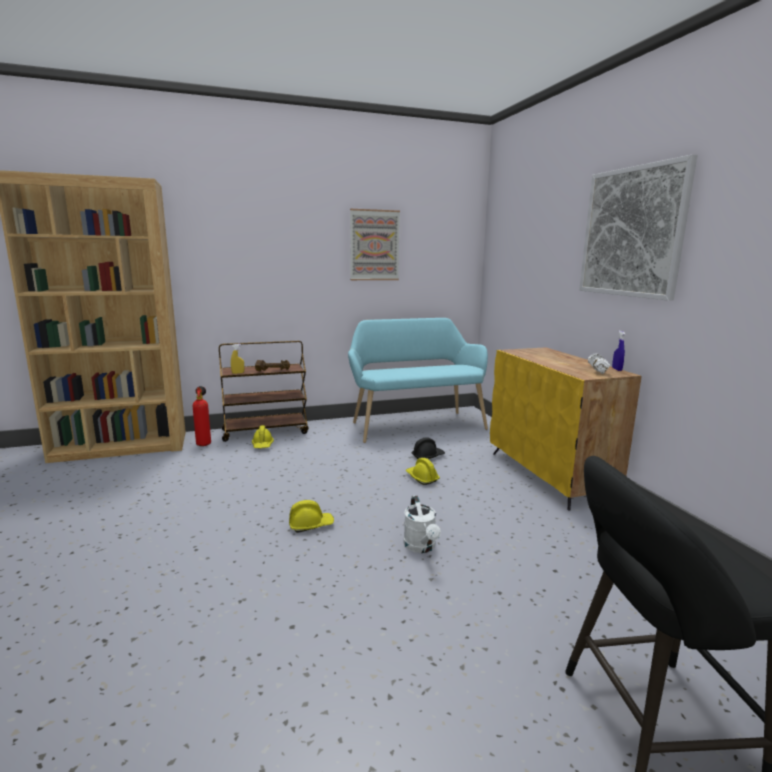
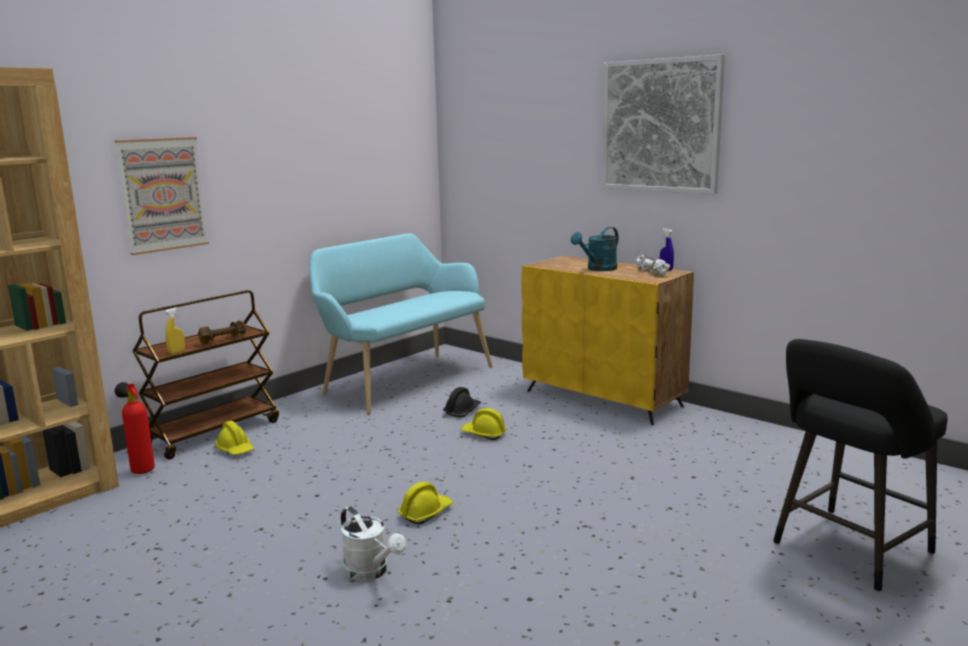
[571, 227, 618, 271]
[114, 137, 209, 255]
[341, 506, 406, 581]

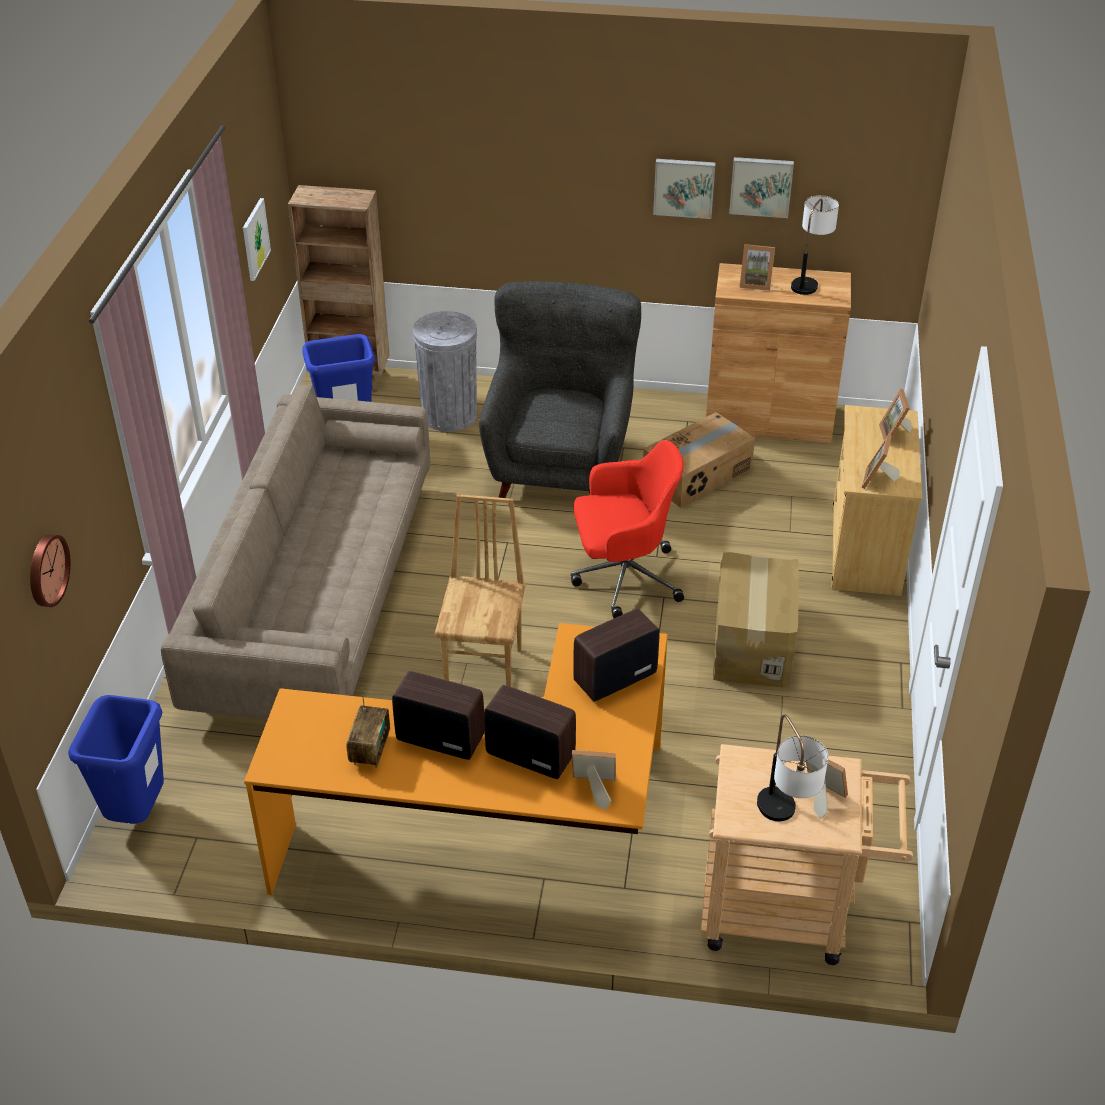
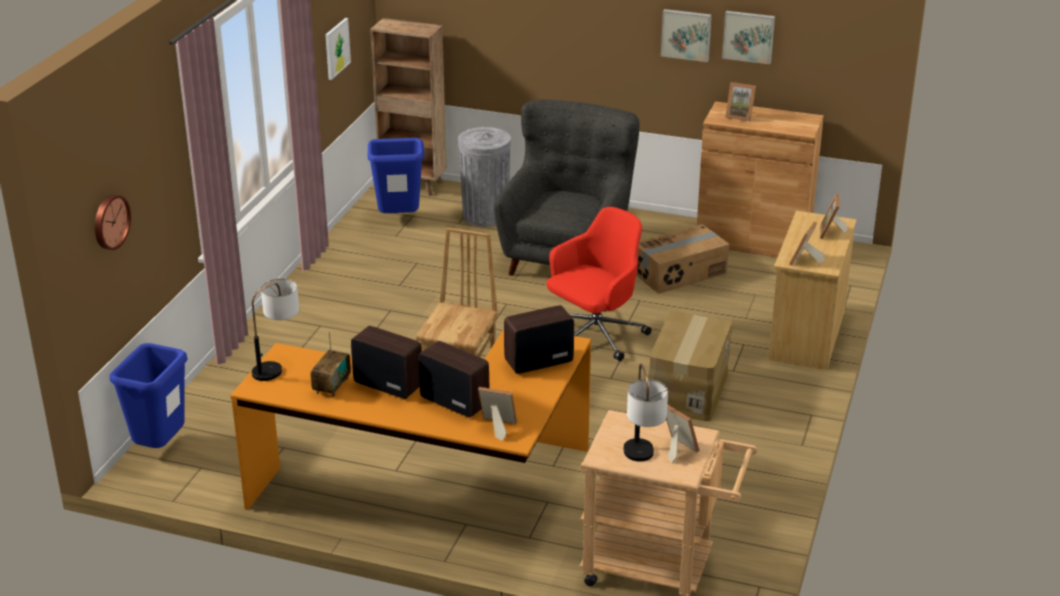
[161, 385, 430, 720] (first image)
[252, 278, 299, 381]
[547, 207, 652, 361]

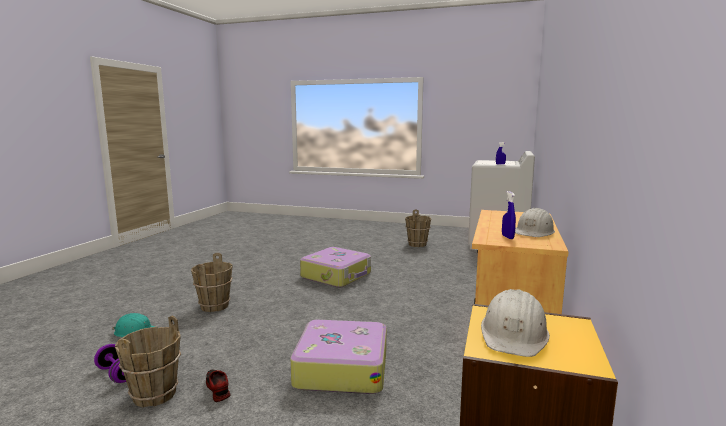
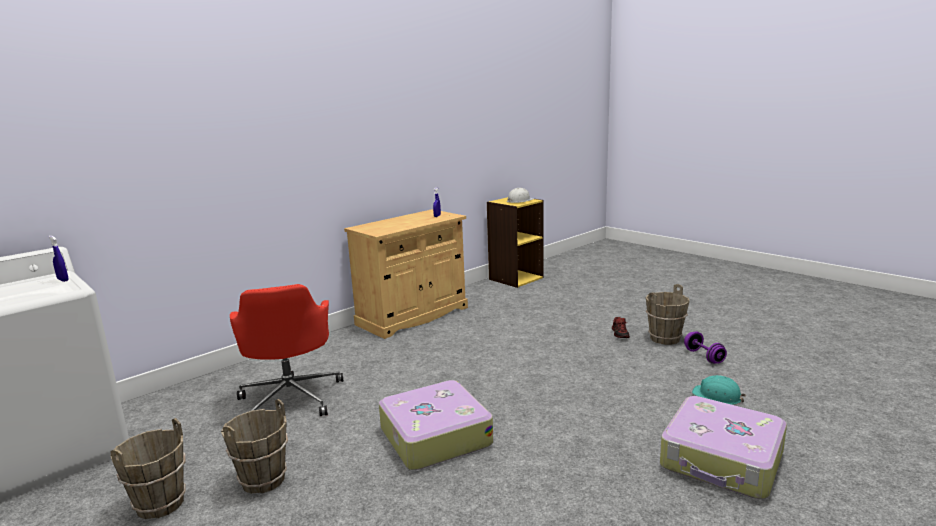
[515, 207, 555, 237] (first image)
[230, 284, 343, 416]
[221, 399, 288, 494]
[660, 396, 787, 499]

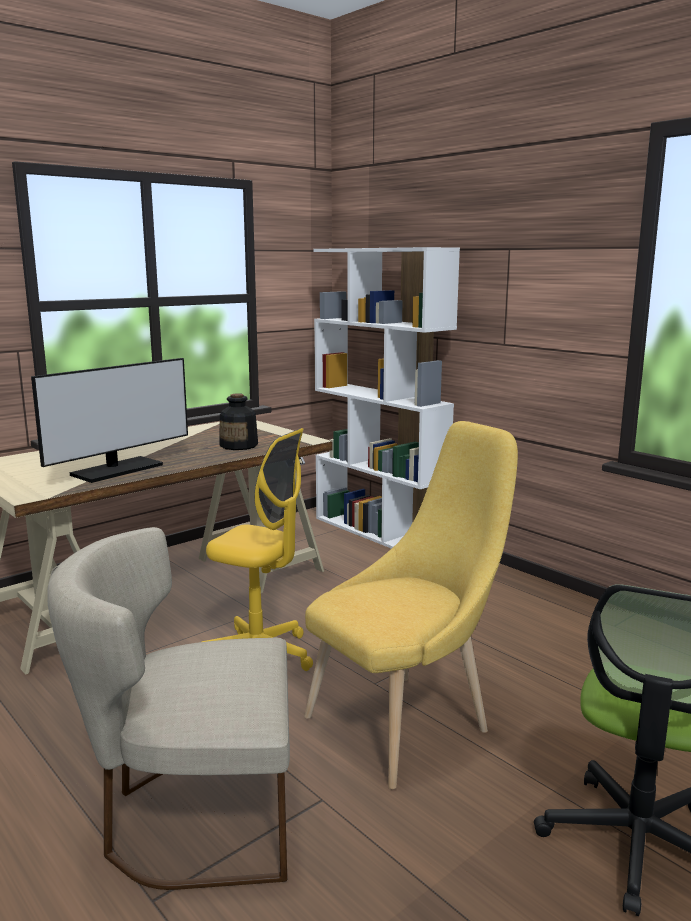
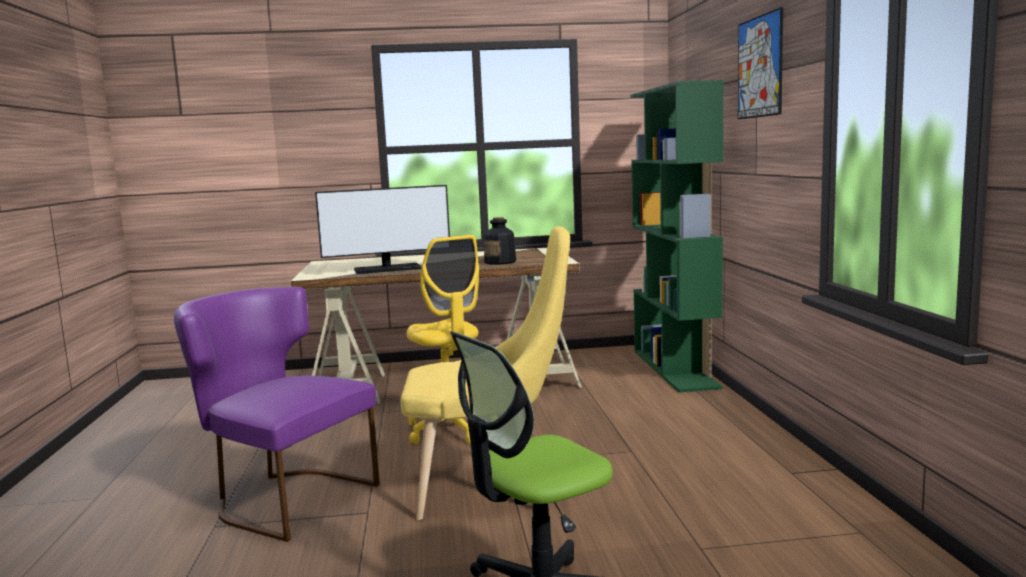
[738, 7, 783, 119]
[174, 287, 380, 542]
[630, 80, 724, 392]

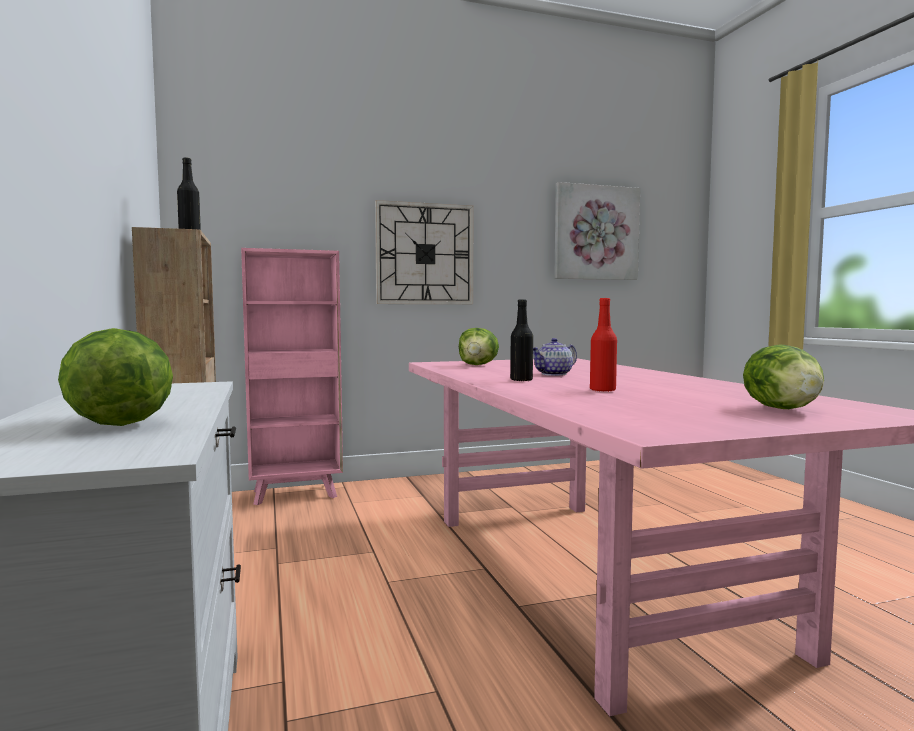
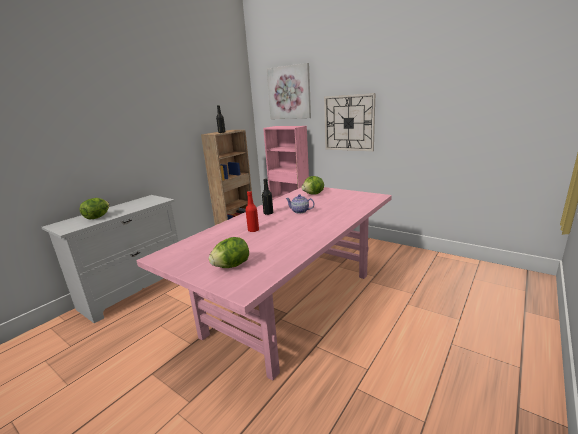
[267, 63, 311, 119]

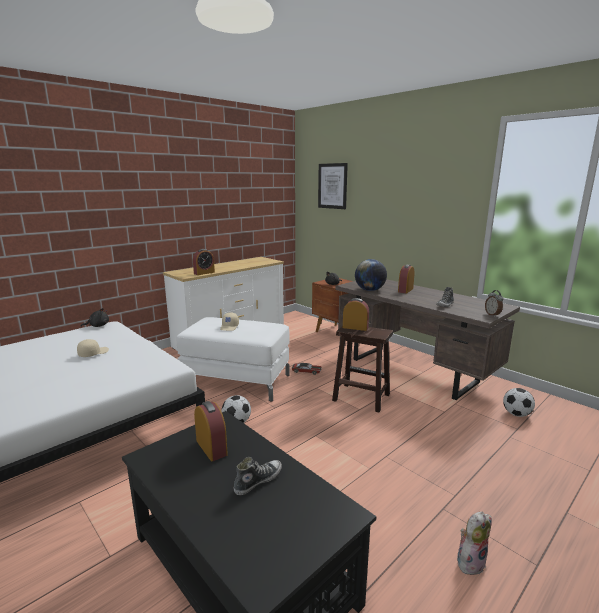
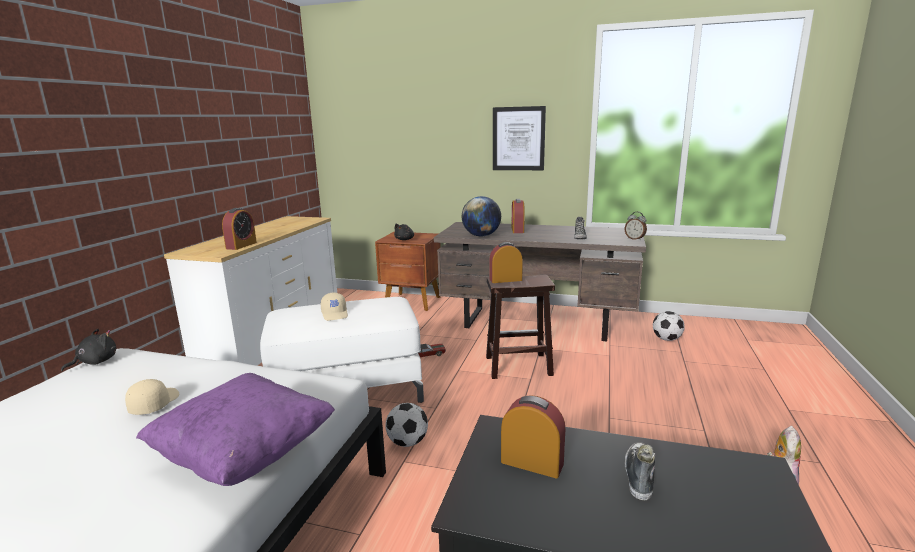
[136, 373, 335, 486]
[493, 106, 546, 170]

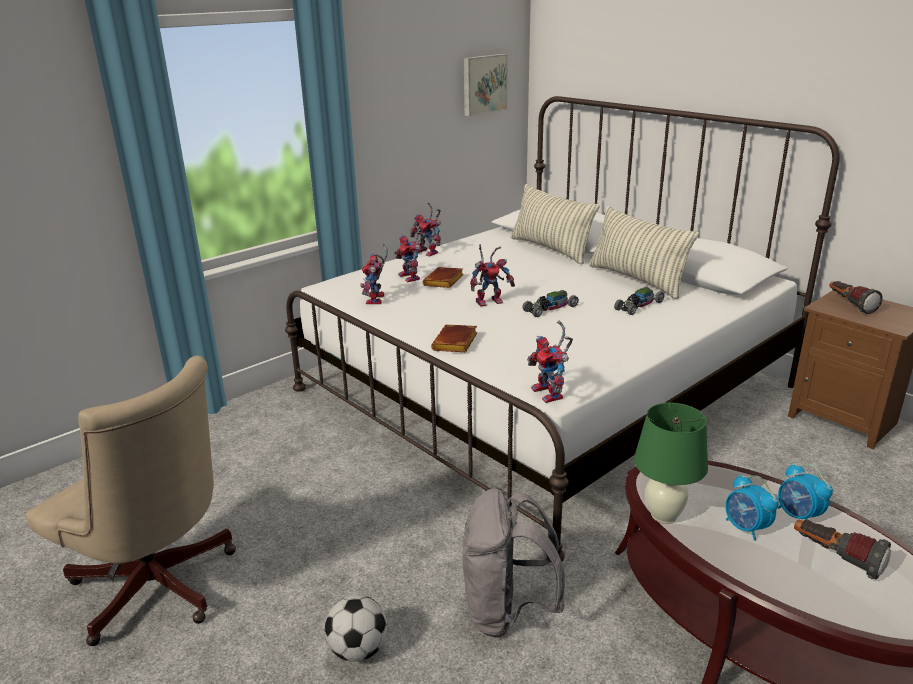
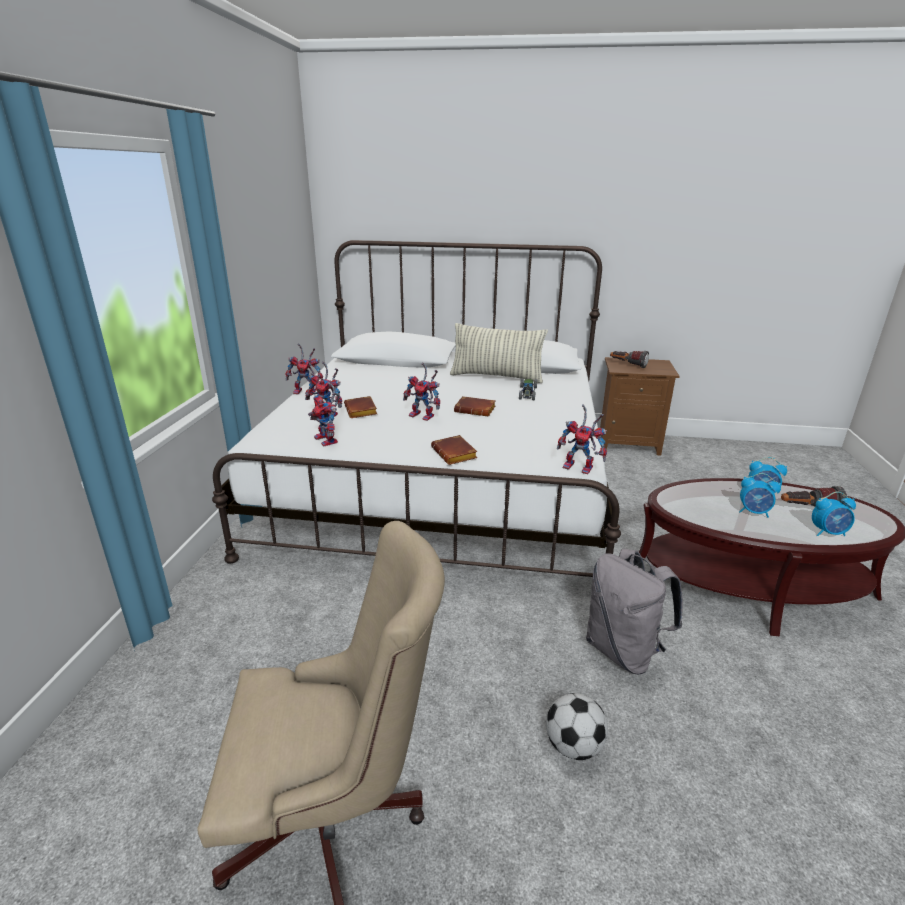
[464, 54, 508, 116] (first image)
[511, 184, 600, 264] (first image)
[634, 403, 708, 524] (first image)
[812, 492, 856, 536]
[454, 396, 496, 417]
[403, 363, 440, 421]

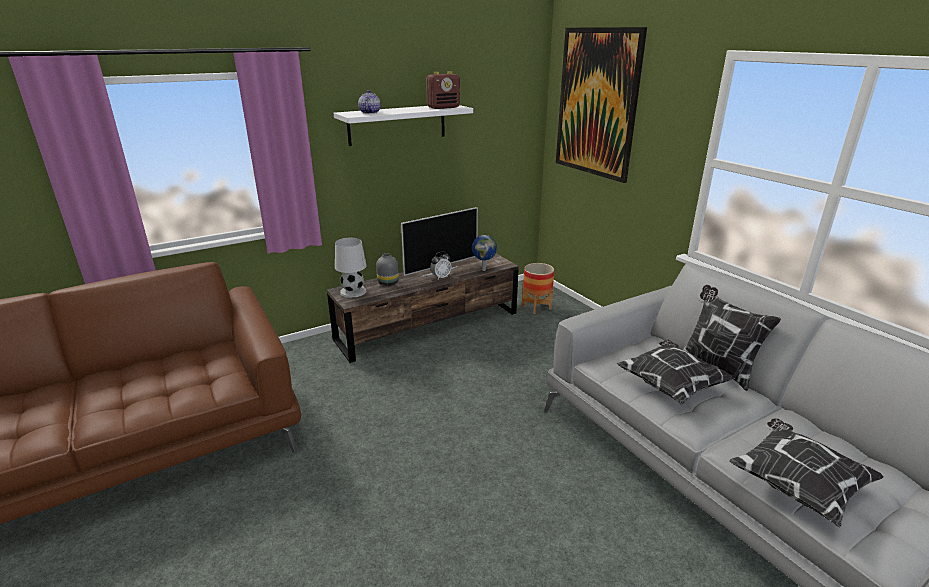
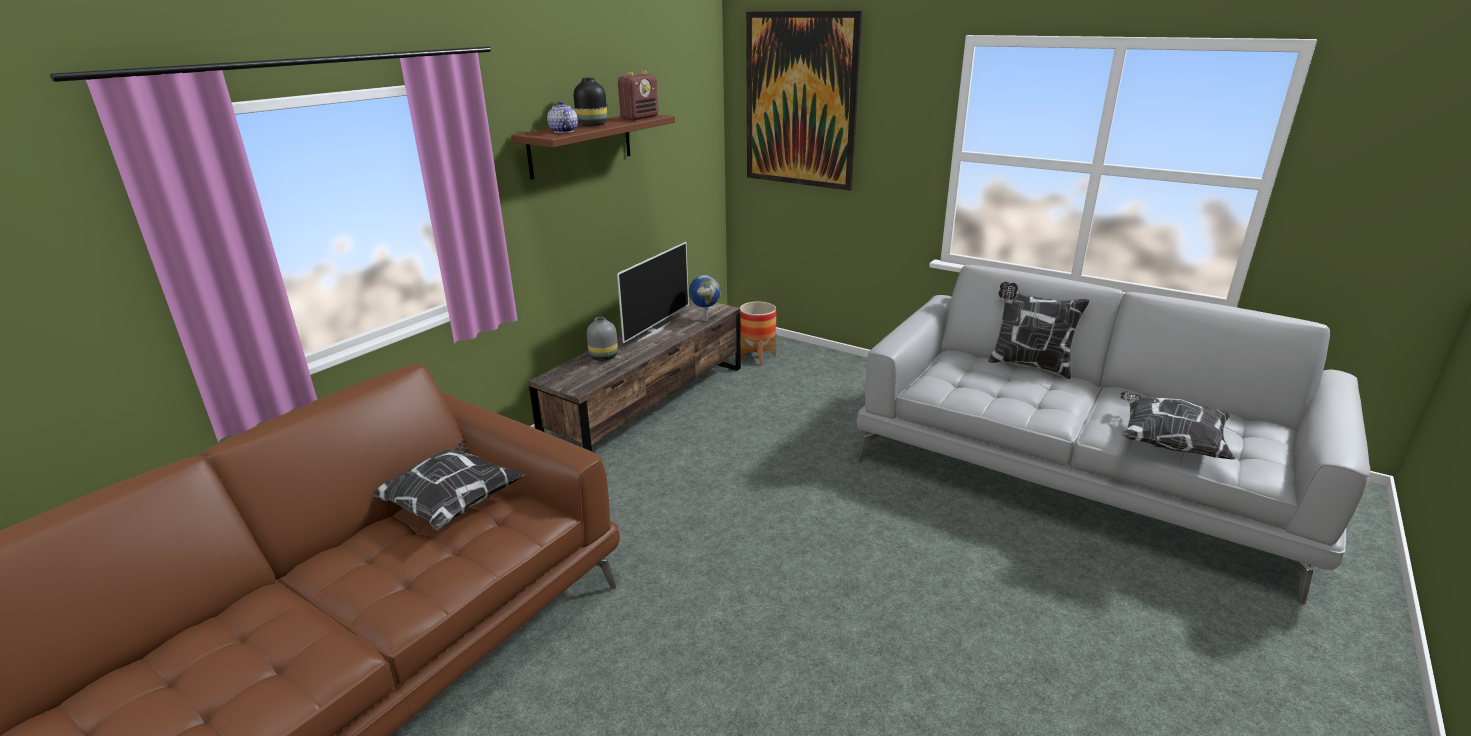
[335, 238, 367, 298] (first image)
[430, 251, 451, 279] (first image)
[574, 78, 607, 126]
[373, 443, 525, 530]
[511, 115, 675, 180]

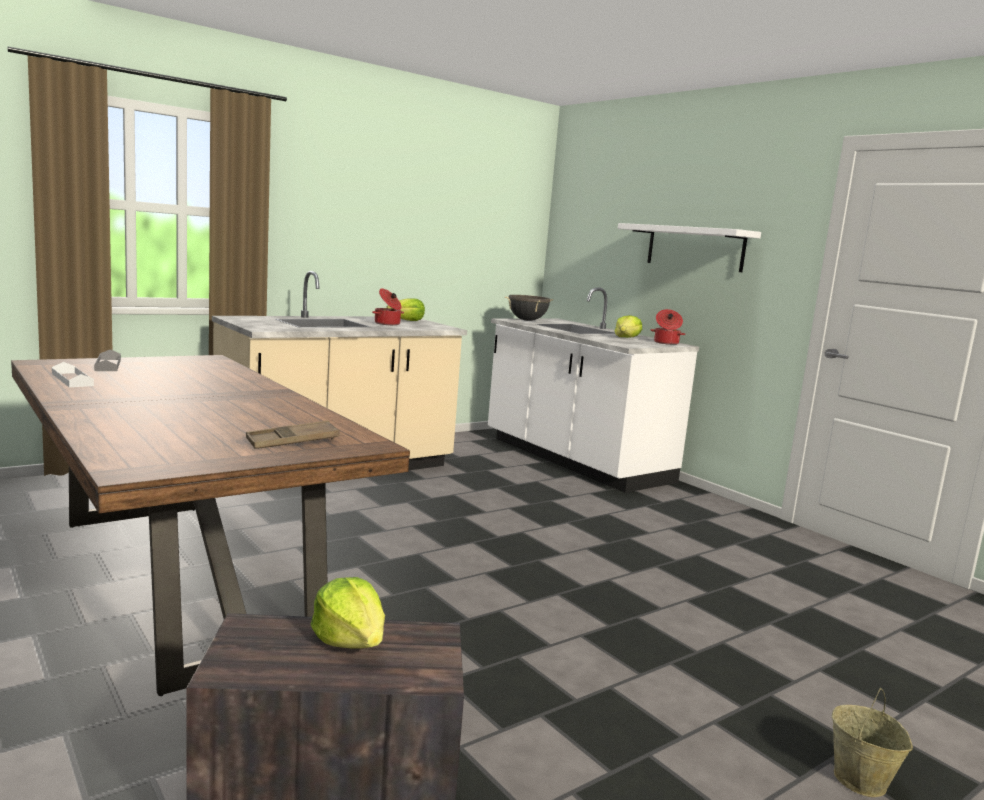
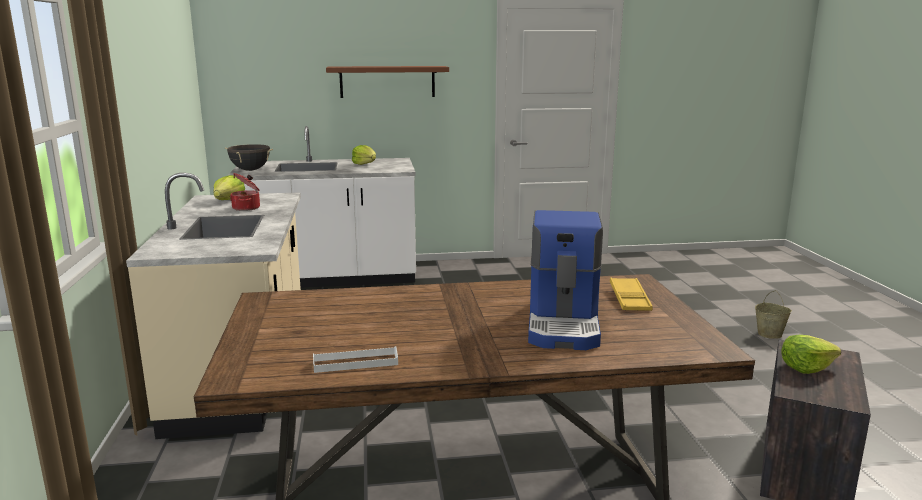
[94, 349, 121, 371] (first image)
[650, 309, 685, 345] (first image)
[528, 210, 603, 350]
[610, 277, 653, 311]
[326, 66, 449, 98]

